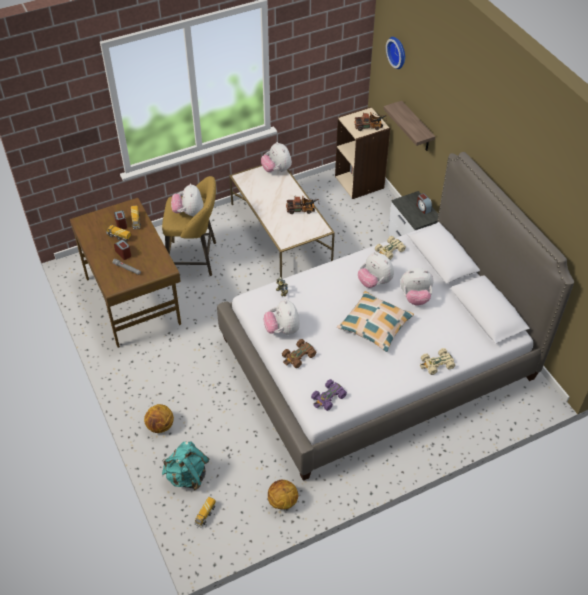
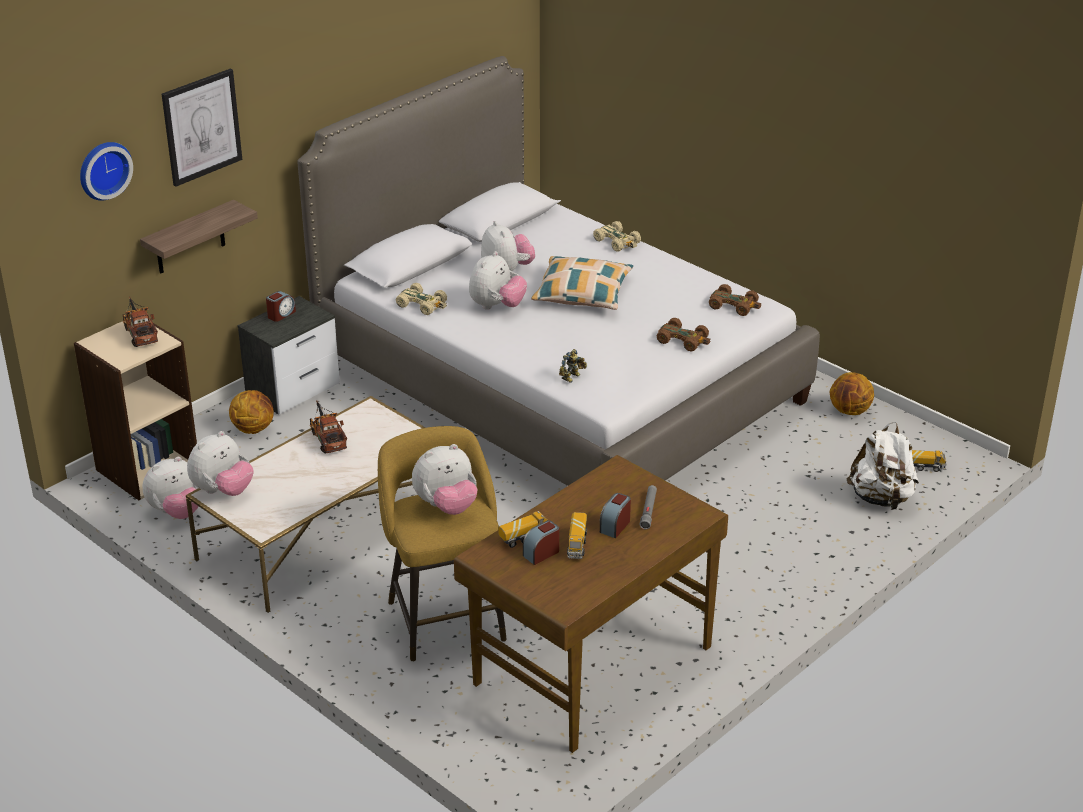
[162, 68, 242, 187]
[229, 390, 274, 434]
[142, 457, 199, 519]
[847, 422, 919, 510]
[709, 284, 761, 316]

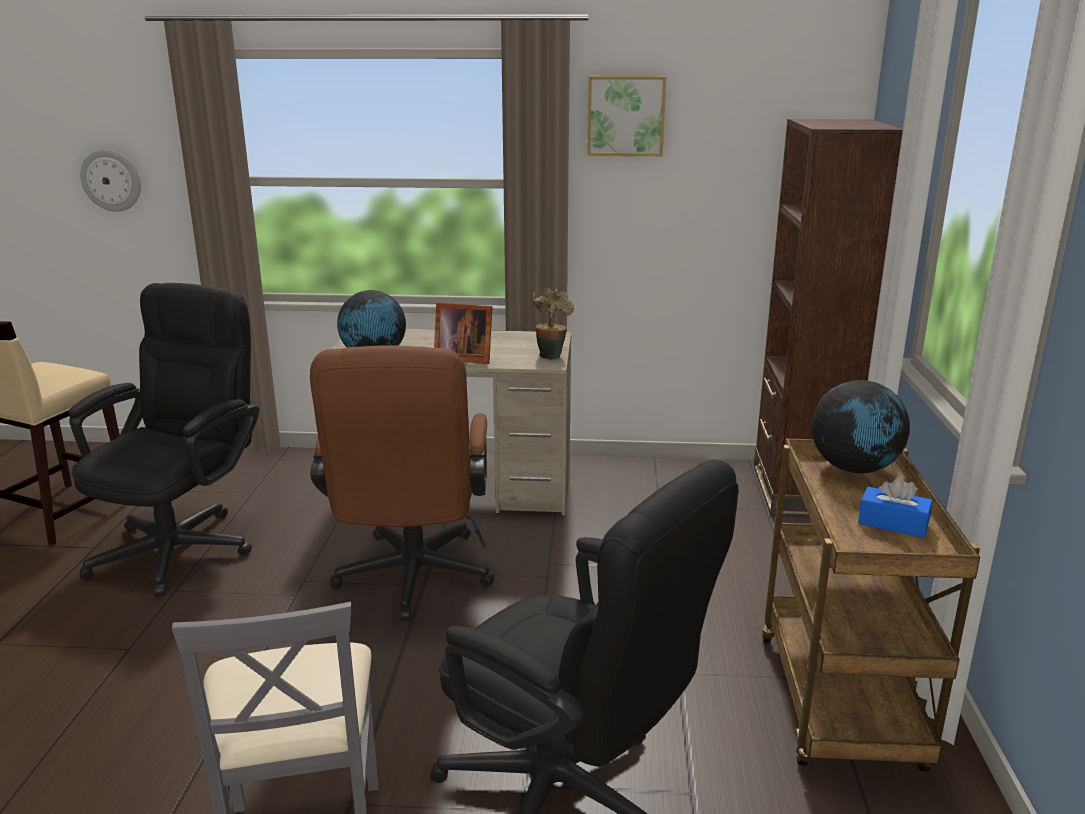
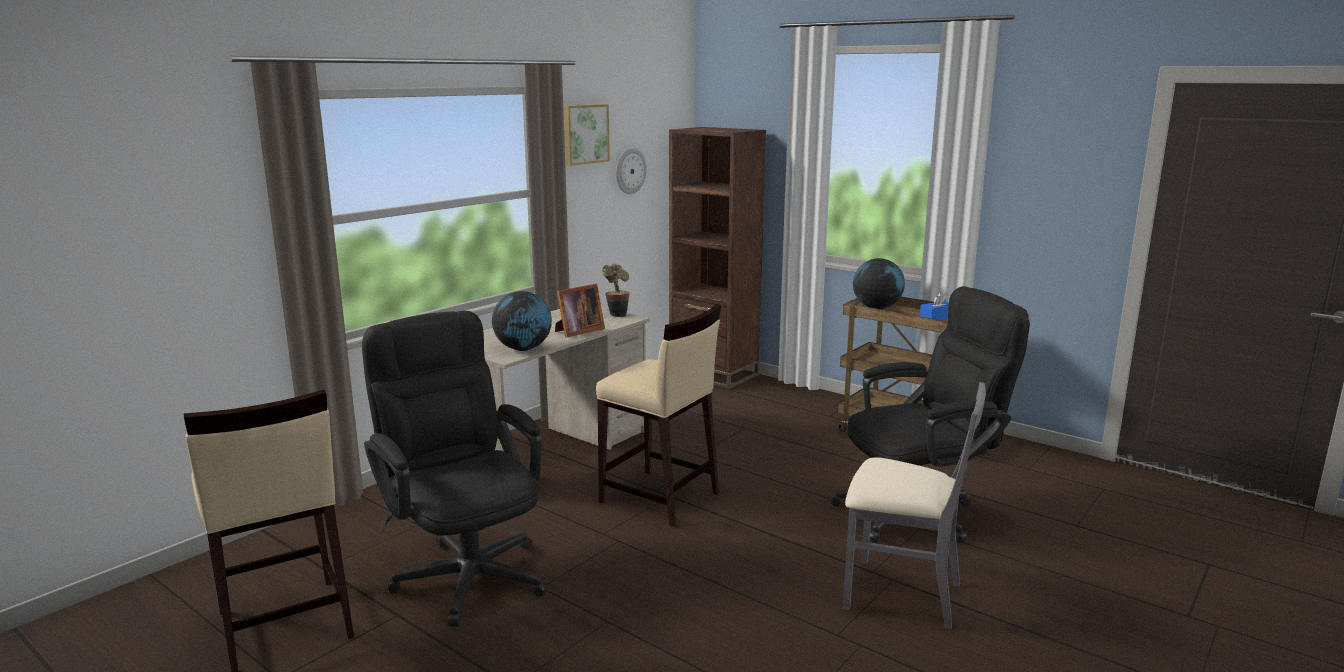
[616, 148, 647, 194]
[596, 304, 721, 527]

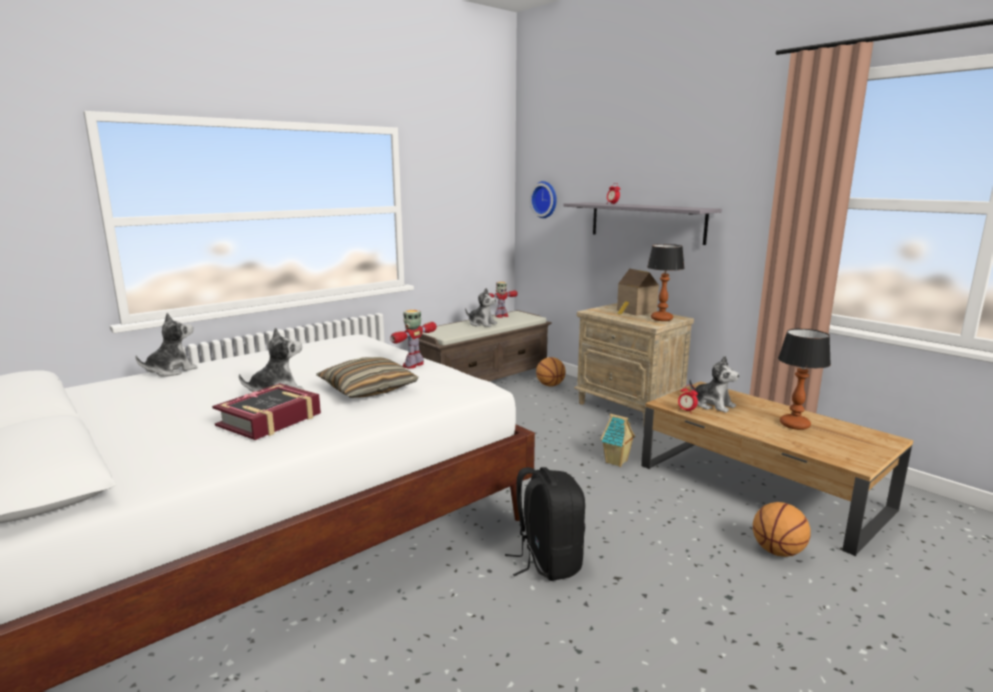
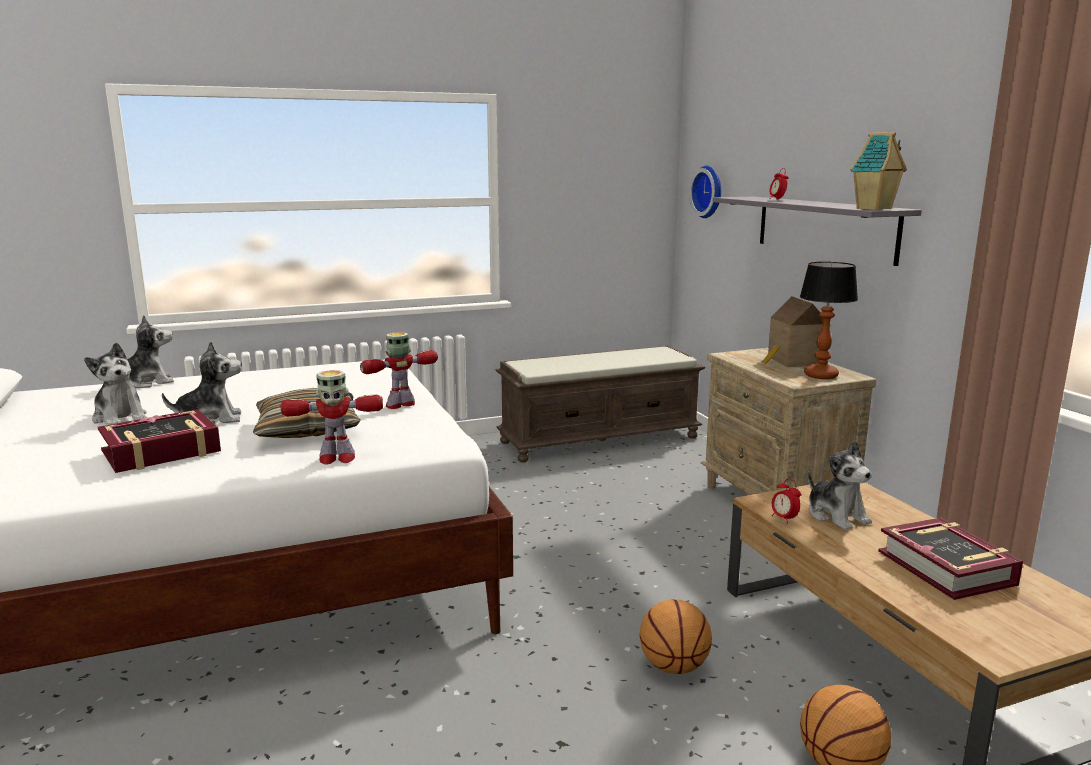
[505, 467, 585, 581] (first image)
[84, 342, 147, 425]
[281, 370, 383, 465]
[639, 600, 712, 674]
[850, 132, 907, 210]
[878, 518, 1023, 600]

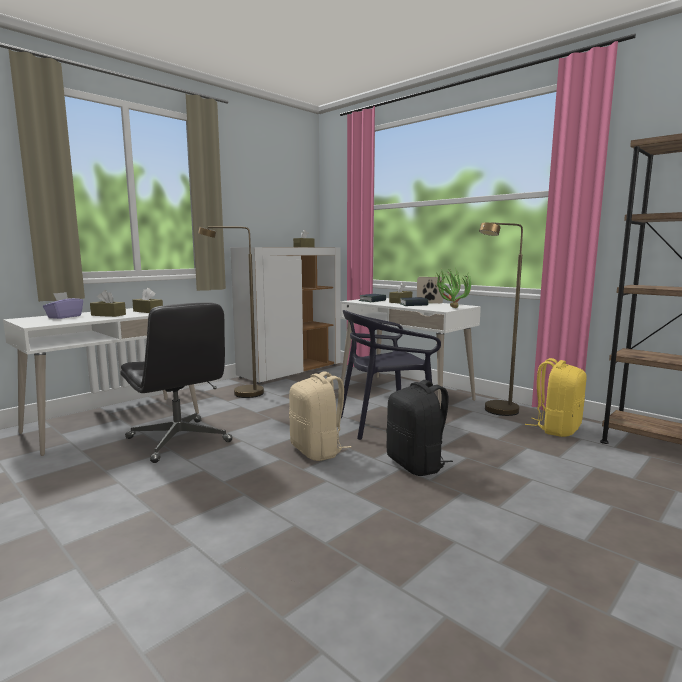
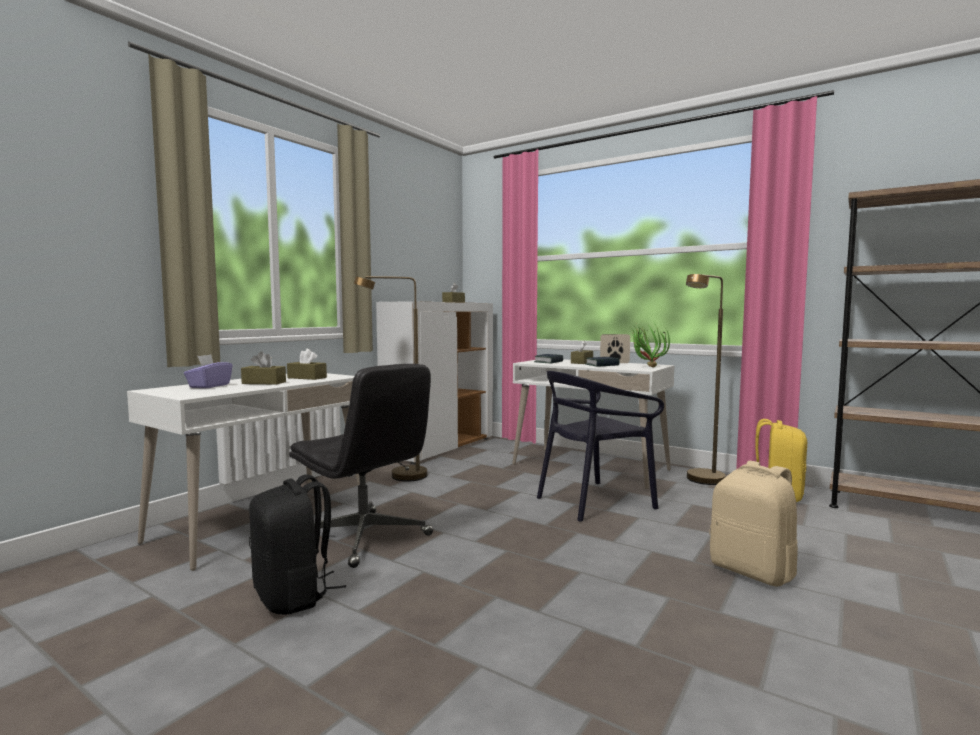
[709, 461, 798, 587]
[249, 474, 346, 615]

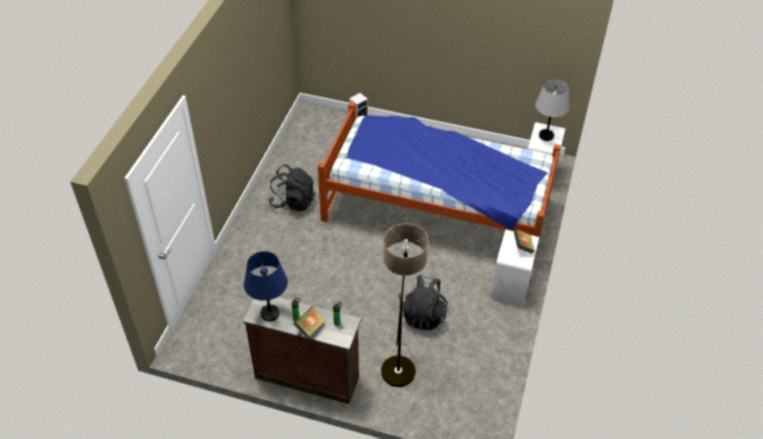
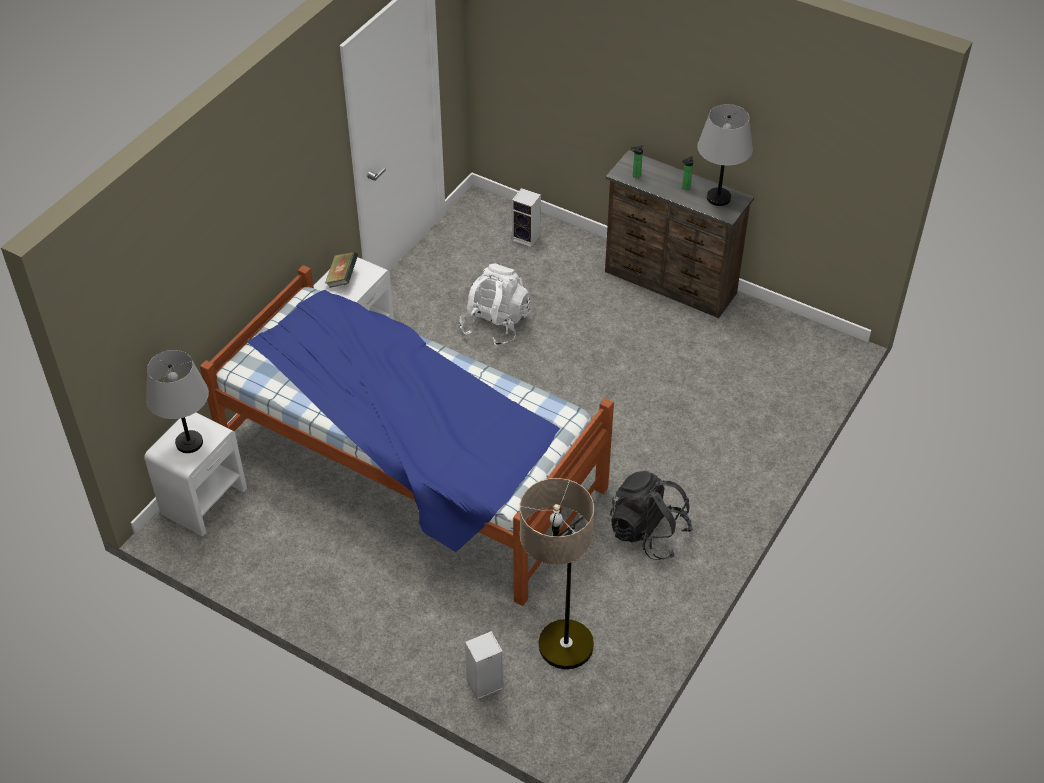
[294, 306, 326, 338] (first image)
[512, 188, 541, 248]
[520, 478, 594, 669]
[697, 104, 753, 206]
[459, 264, 530, 347]

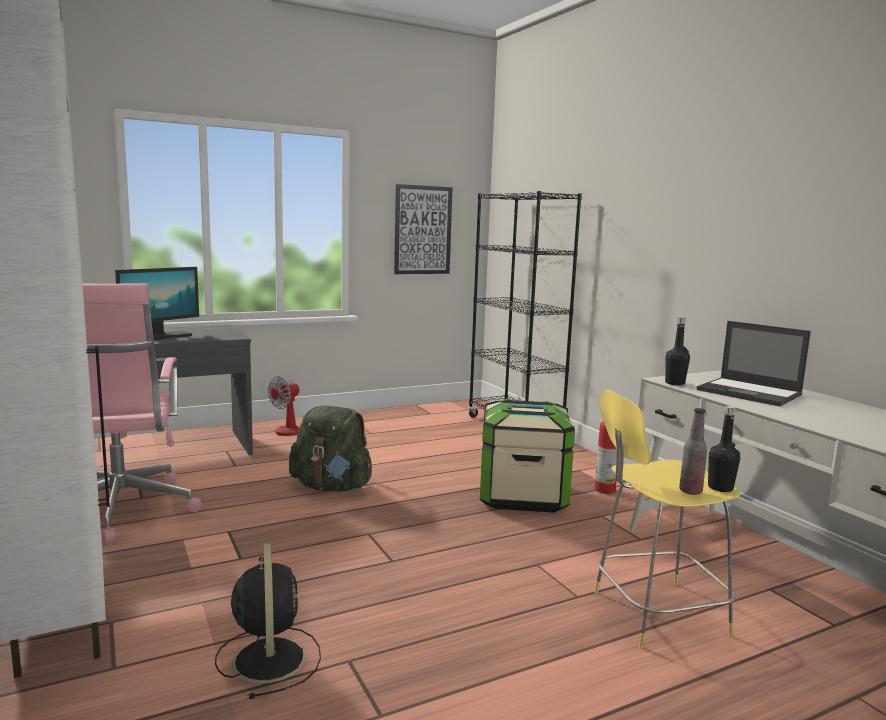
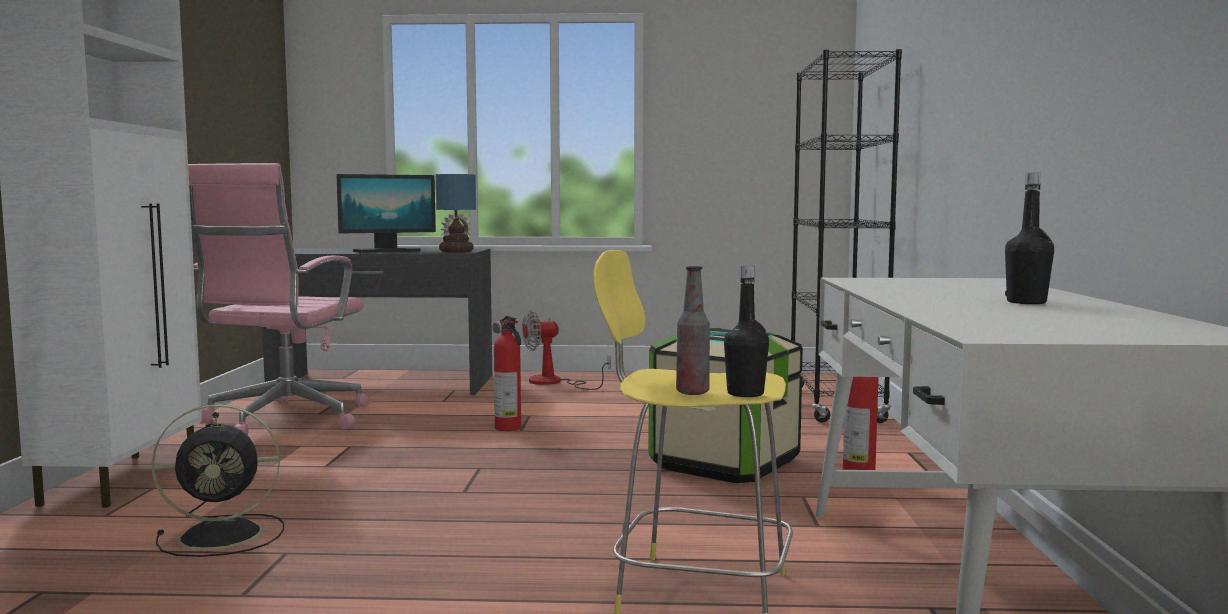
[394, 184, 452, 274] (first image)
[696, 321, 811, 406] (first image)
[436, 174, 476, 253]
[1005, 173, 1054, 304]
[493, 316, 521, 431]
[151, 404, 284, 557]

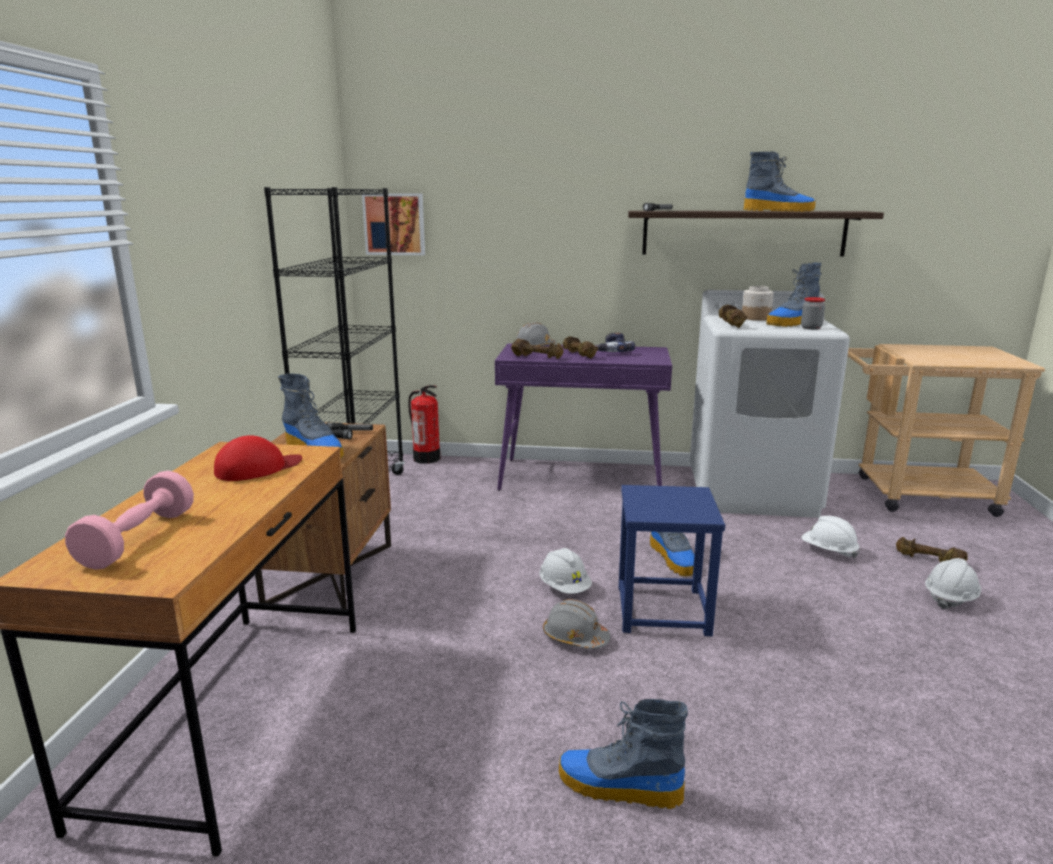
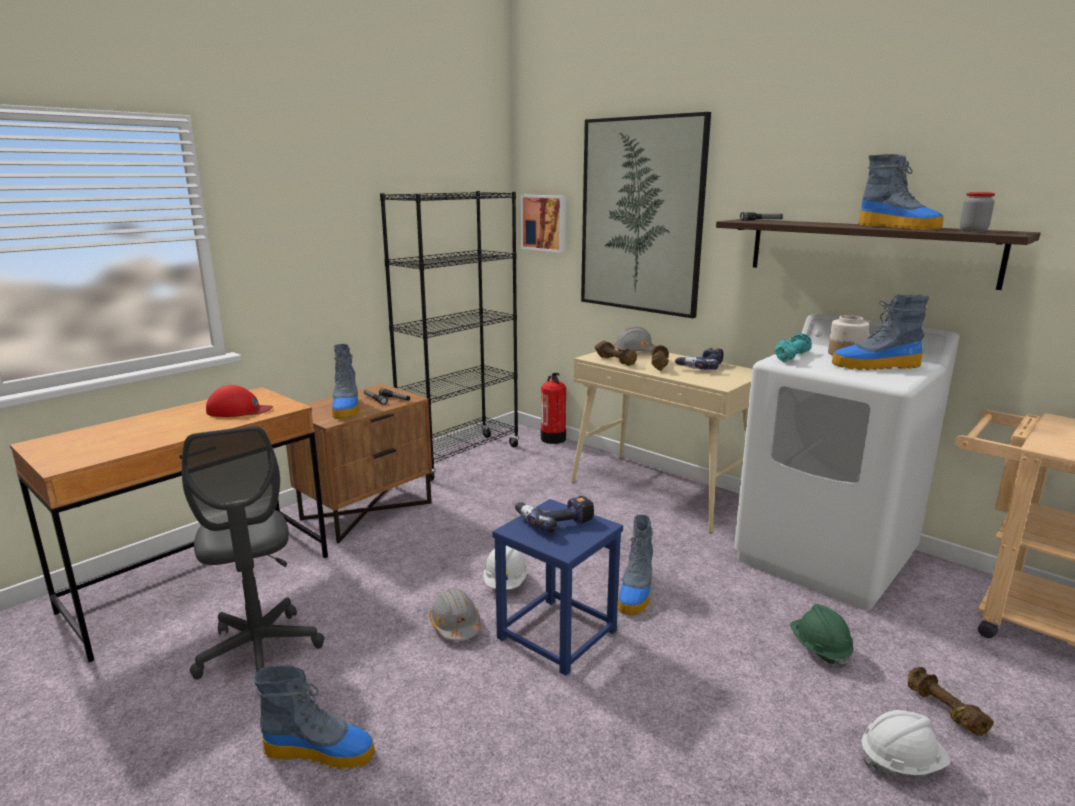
[65, 471, 194, 570] (first image)
[182, 426, 324, 680]
[515, 496, 594, 533]
[581, 112, 711, 318]
[960, 192, 995, 232]
[571, 349, 752, 533]
[774, 333, 812, 362]
[790, 604, 854, 669]
[253, 665, 375, 770]

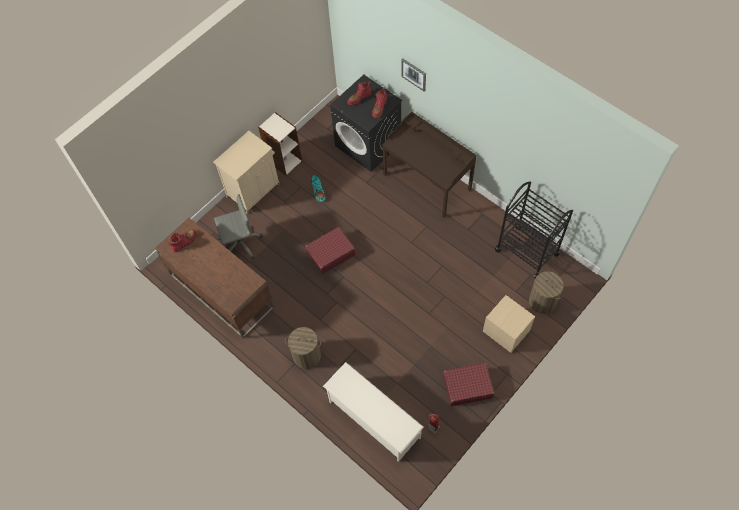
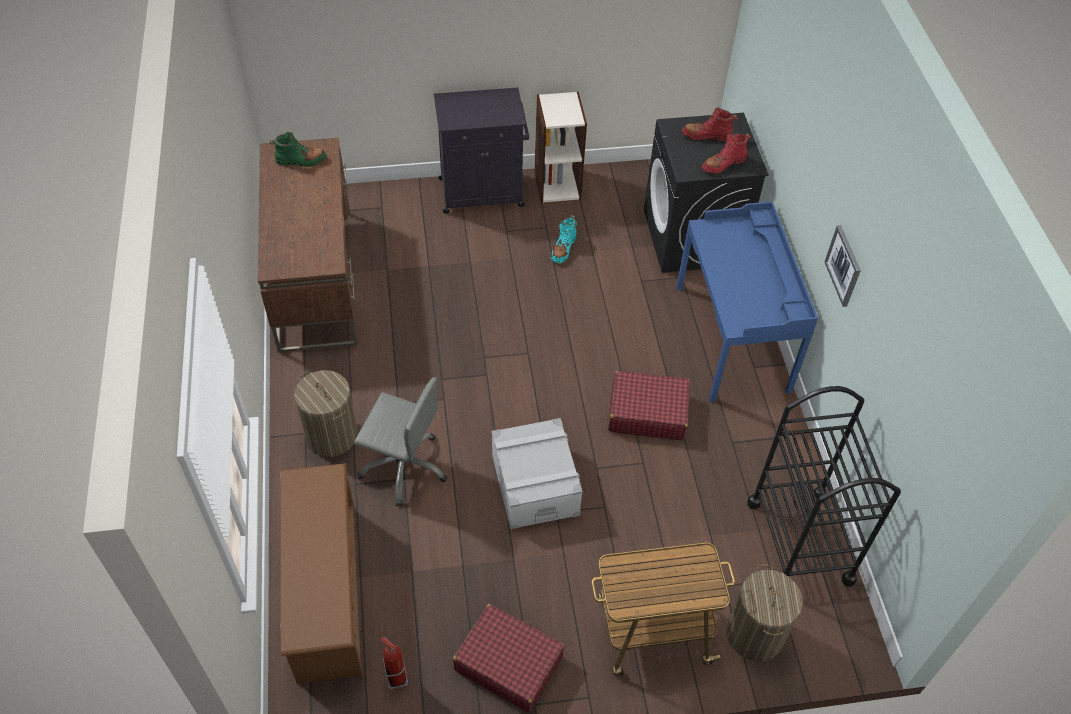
[491, 418, 583, 529]
[354, 377, 447, 506]
[608, 371, 690, 440]
[825, 225, 861, 307]
[591, 542, 735, 676]
[270, 132, 327, 167]
[434, 88, 529, 214]
[280, 463, 363, 684]
[676, 202, 818, 402]

